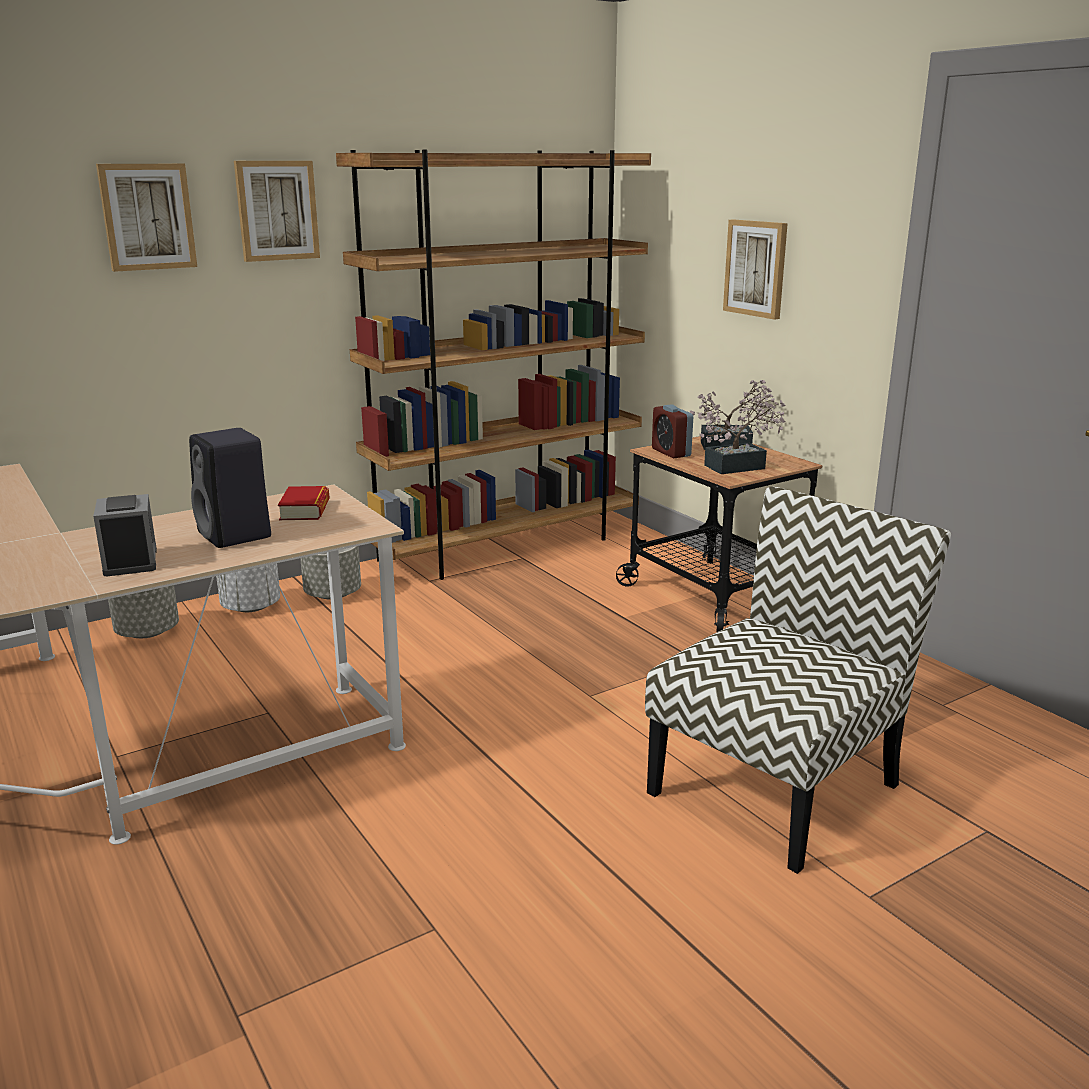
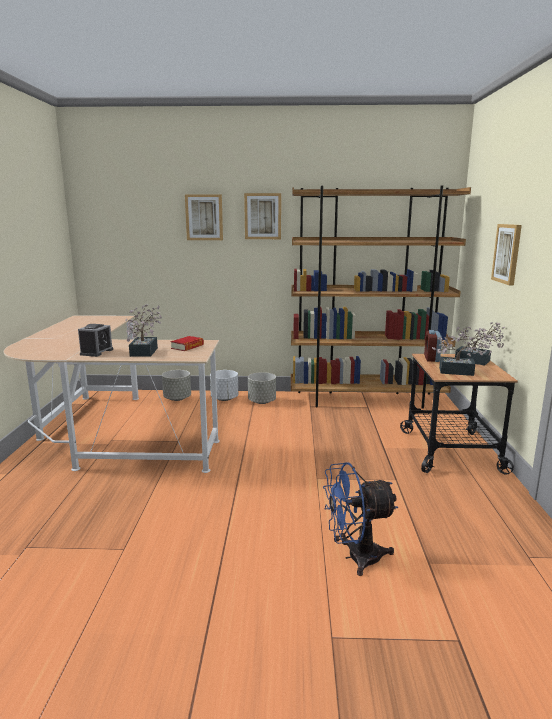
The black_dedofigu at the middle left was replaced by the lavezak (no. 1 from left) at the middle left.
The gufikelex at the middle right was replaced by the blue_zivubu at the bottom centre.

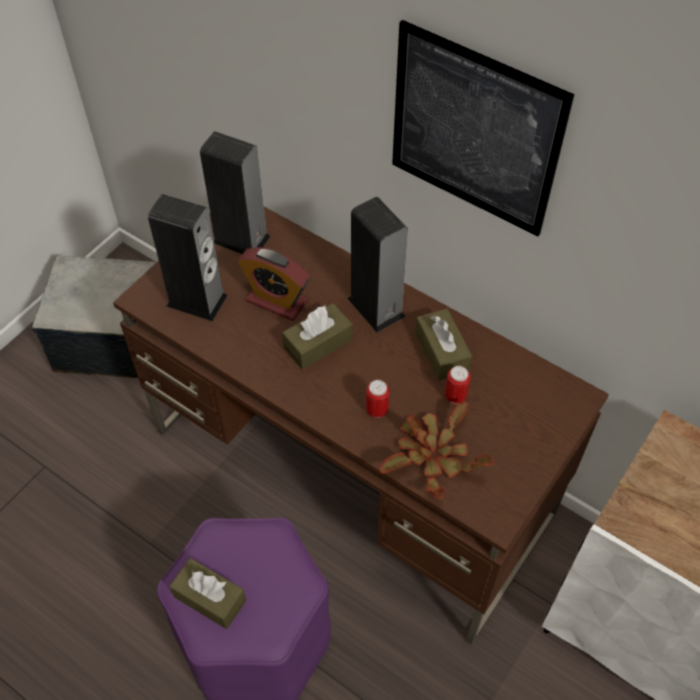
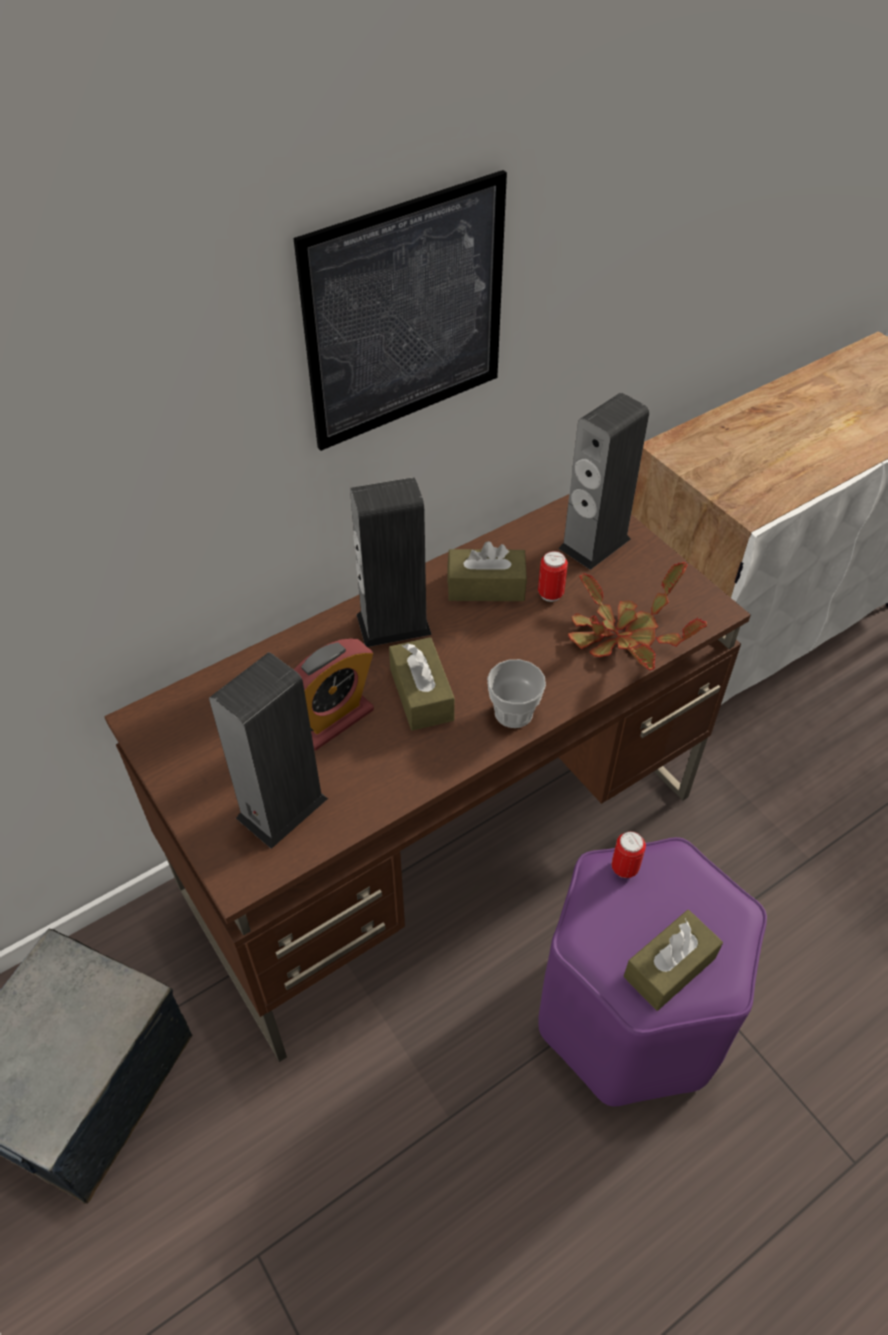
The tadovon at the centre appeared.
The dedofigu (no. 2 from left in the first image) moved from the top centre to the middle right.
The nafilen (no. 1 from left in the first image) moved from the centre to the middle right.

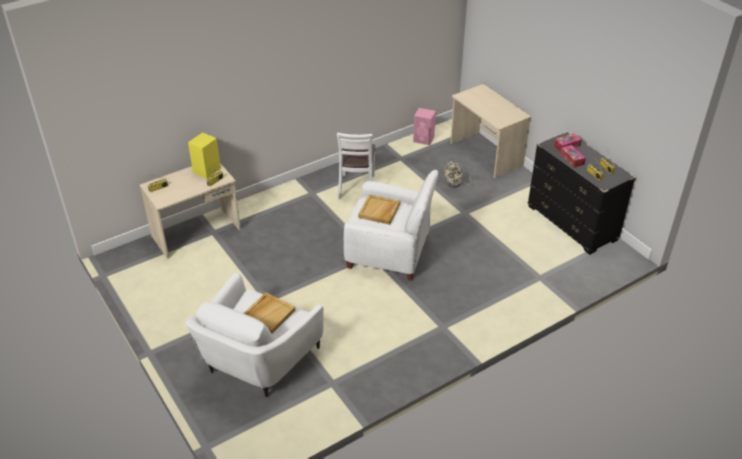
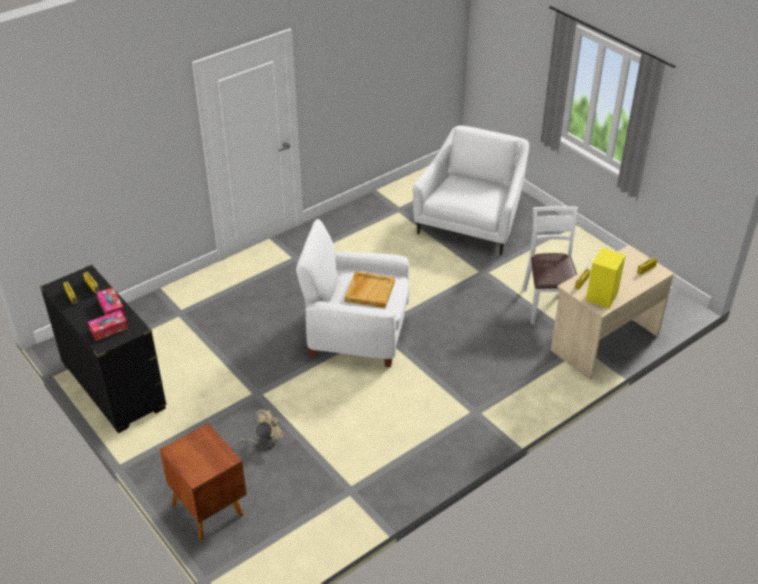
The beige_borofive (no. 1 from left) at the bottom centre disappeared.
The pink_dedofigu at the top centre disappeared.
The white_gufikelex moved from the centre to the middle right.
The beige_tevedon (no. 2 from left) at the top centre was replaced by the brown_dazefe at the bottom left.

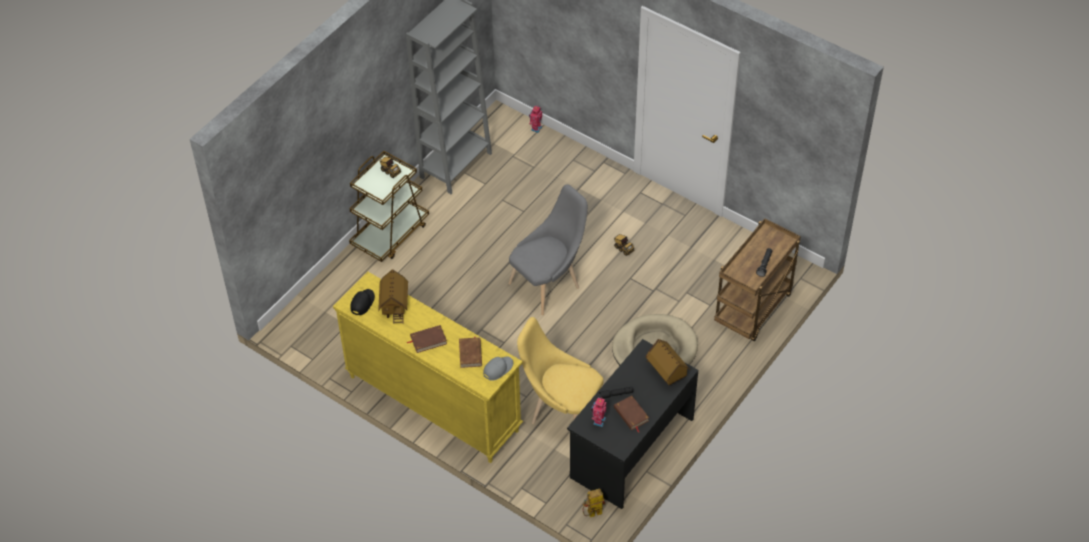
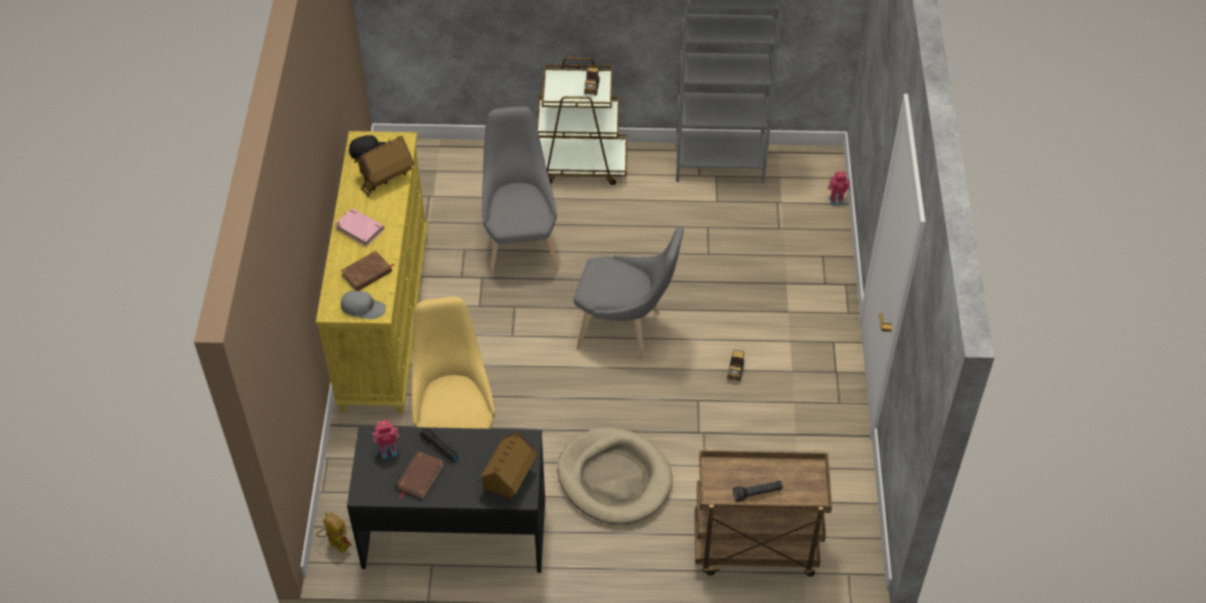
The grey_gufikelex (no. 1 from left) at the top centre appeared.
The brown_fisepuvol (no. 1 from left) at the centre became the pink_fisepuvol at the middle left.

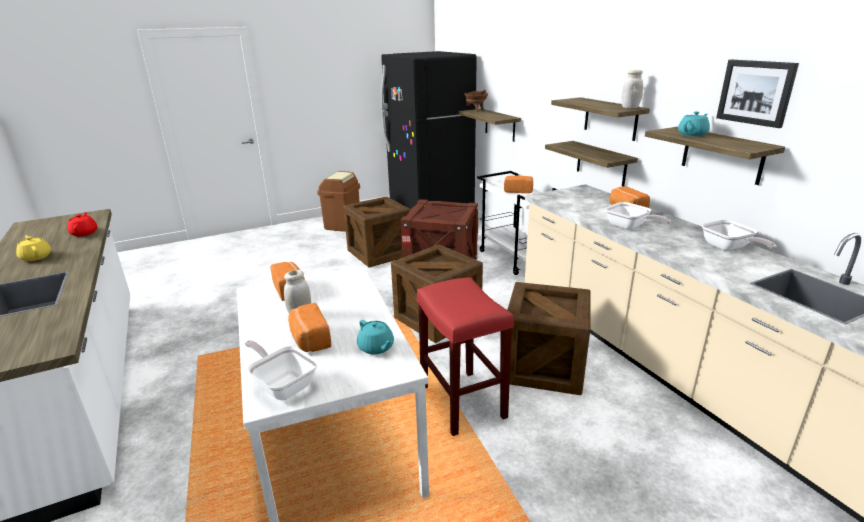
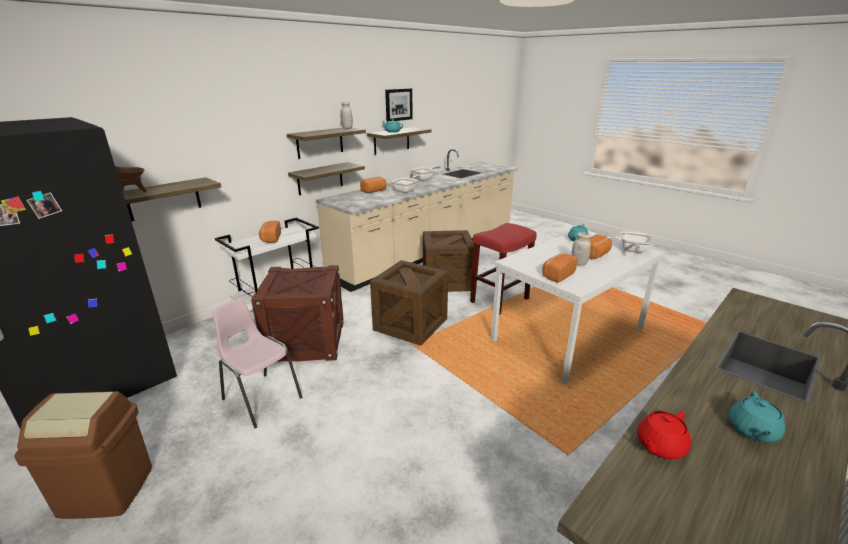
The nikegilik (no. 1 from left) at the centre was replaced by the pink_gufikelex at the bottom left.
The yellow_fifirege at the middle left became the turquoise_fifirege (no. 3 from left) at the bottom right.

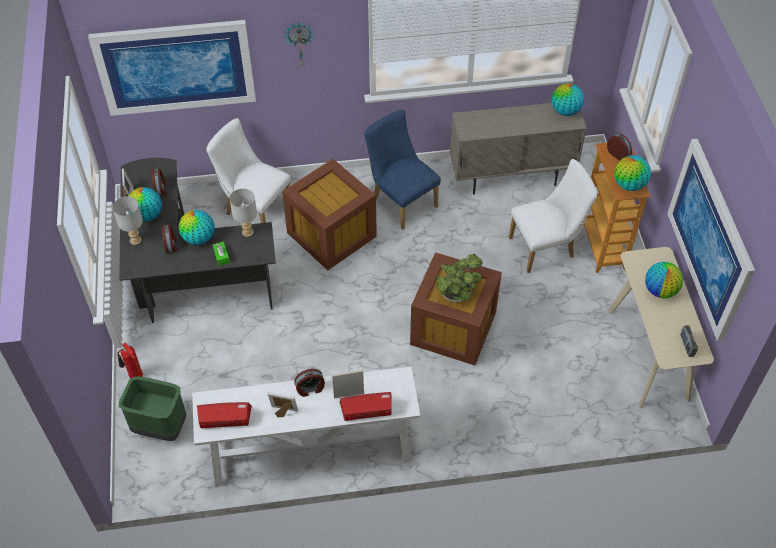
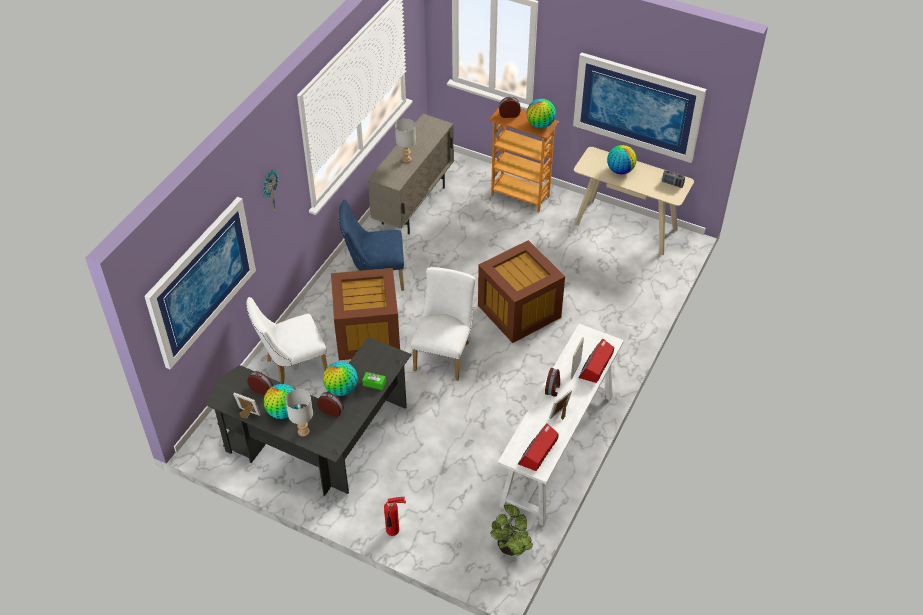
The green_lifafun at the bottom left disappeared.
The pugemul (no. 3 from left) at the top right disappeared.
The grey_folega (no. 2 from left) moved from the middle left to the top centre.
The lavezak moved from the centre to the bottom centre.
The white_gufikelex (no. 2 from left) moved from the middle right to the centre.

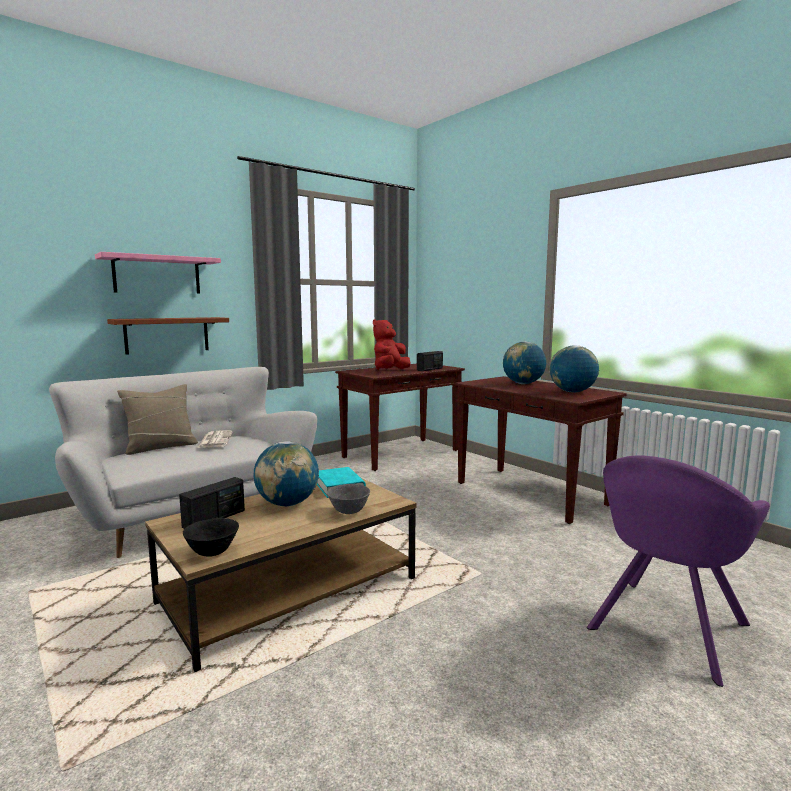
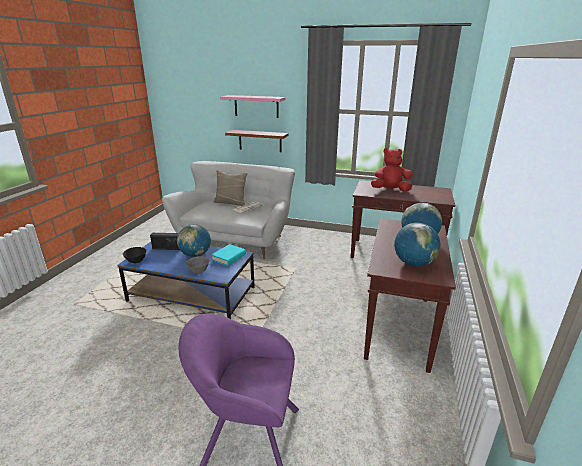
The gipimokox (no. 2 from left) at the centre disappeared.
The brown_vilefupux at the bottom centre became the blue_vilefupux at the middle left.

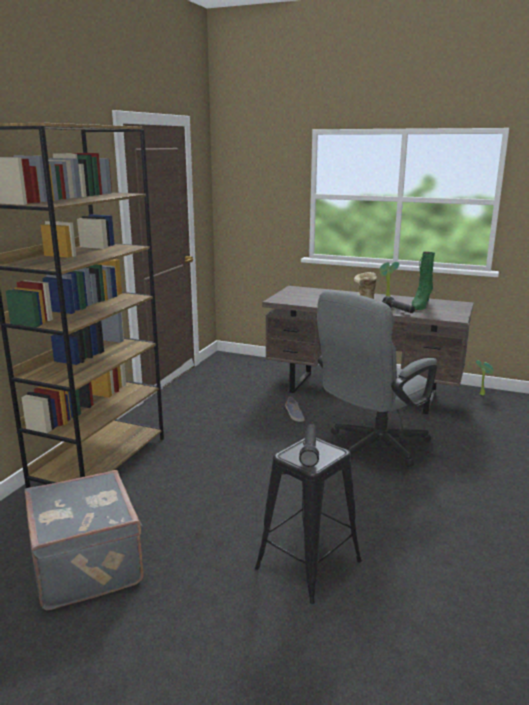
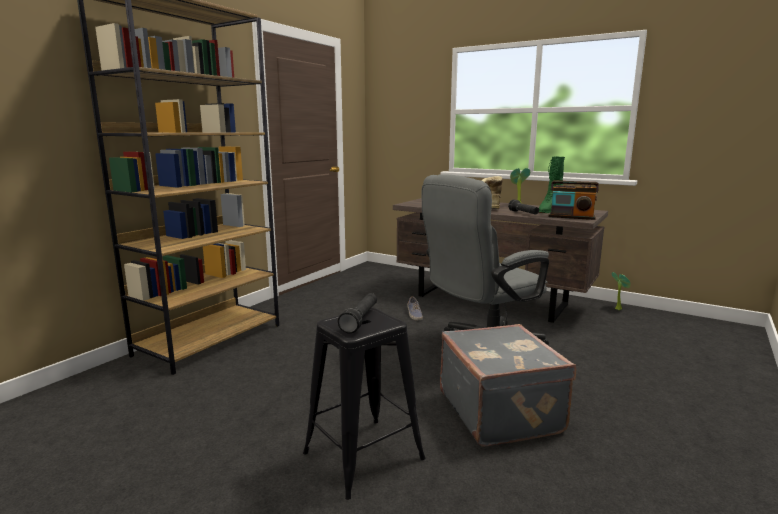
The gipimokox at the middle right appeared.
The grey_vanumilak moved from the bottom left to the bottom centre.

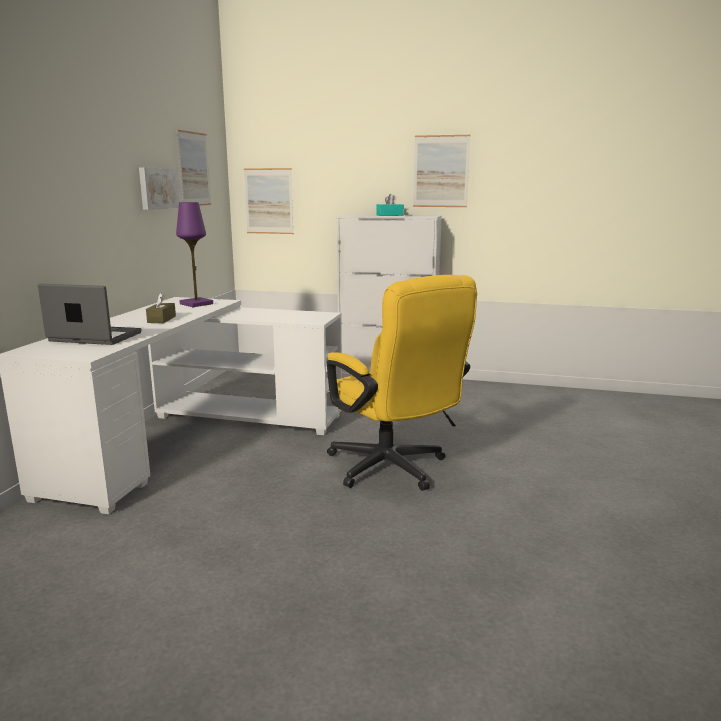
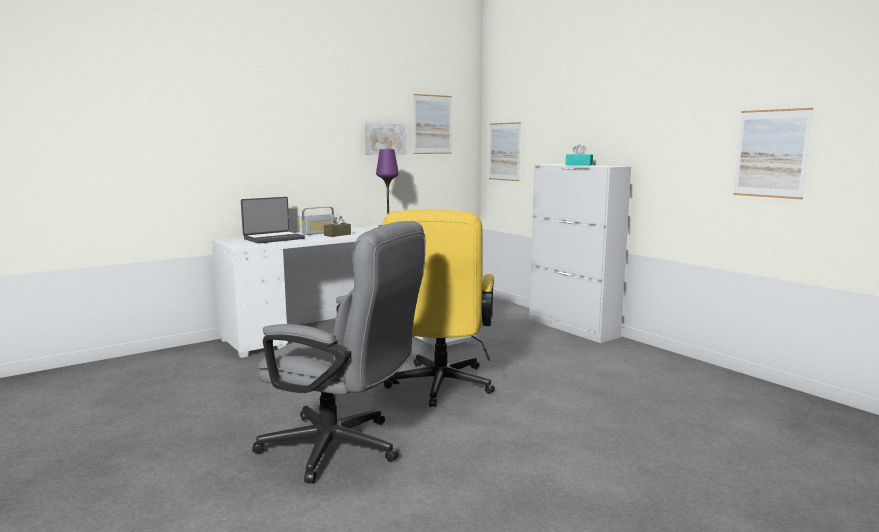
The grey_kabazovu at the centre appeared.
The gipimokox at the centre appeared.
The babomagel (no. 4 from left) moved from the top centre to the top right.
The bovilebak at the middle left turned 90 degrees clockwise.

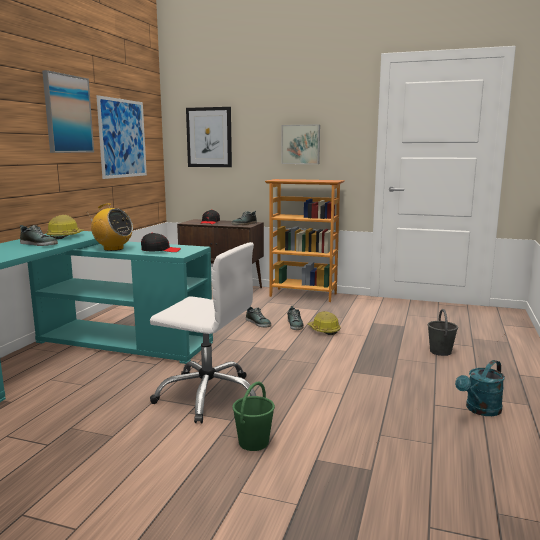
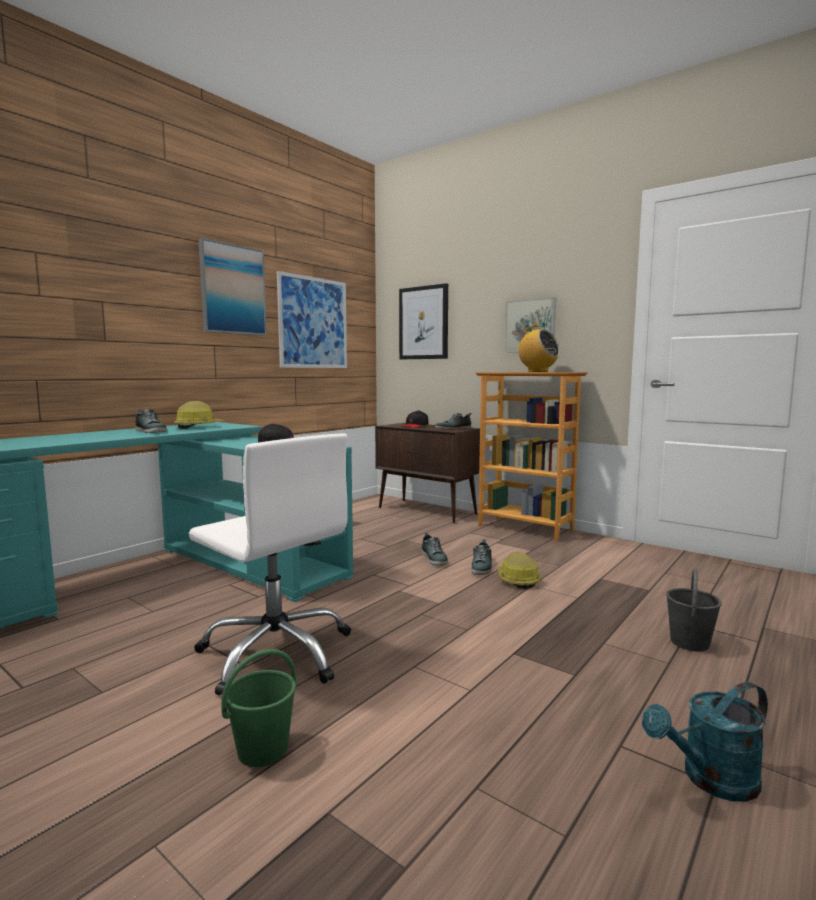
The gipimokox moved from the middle left to the centre.

